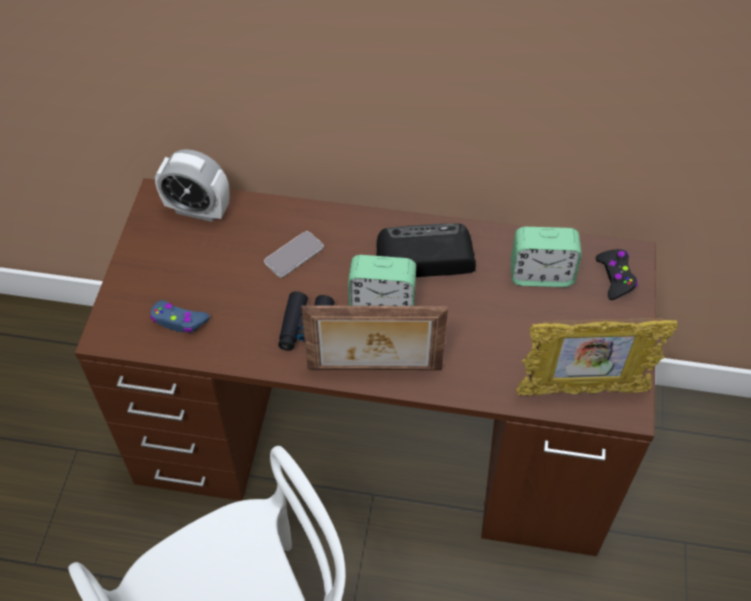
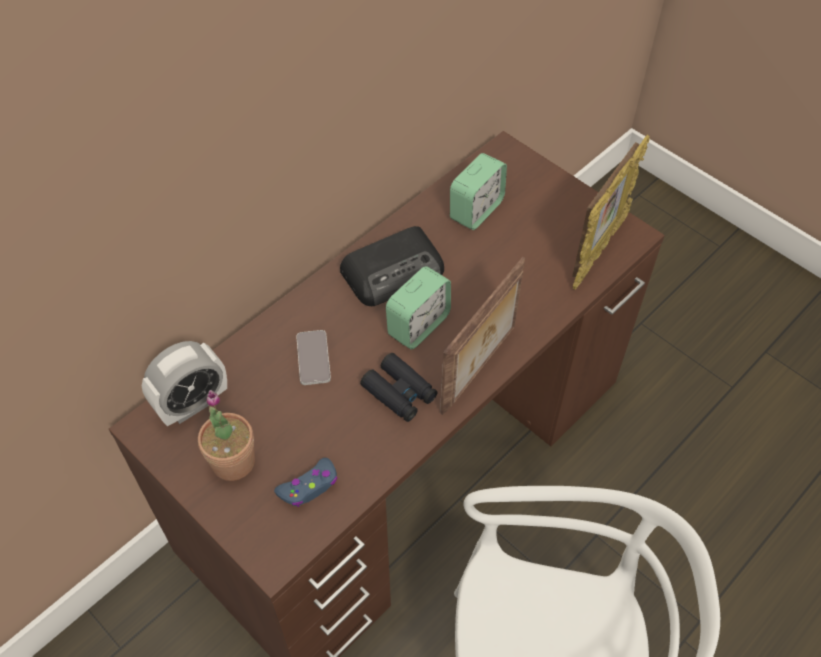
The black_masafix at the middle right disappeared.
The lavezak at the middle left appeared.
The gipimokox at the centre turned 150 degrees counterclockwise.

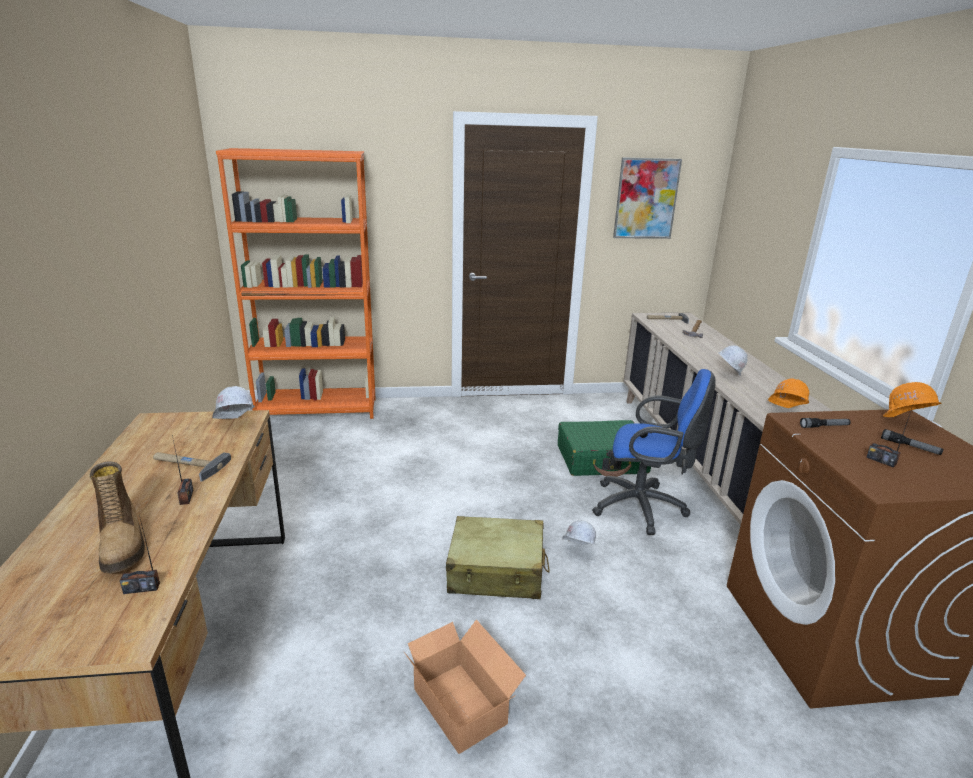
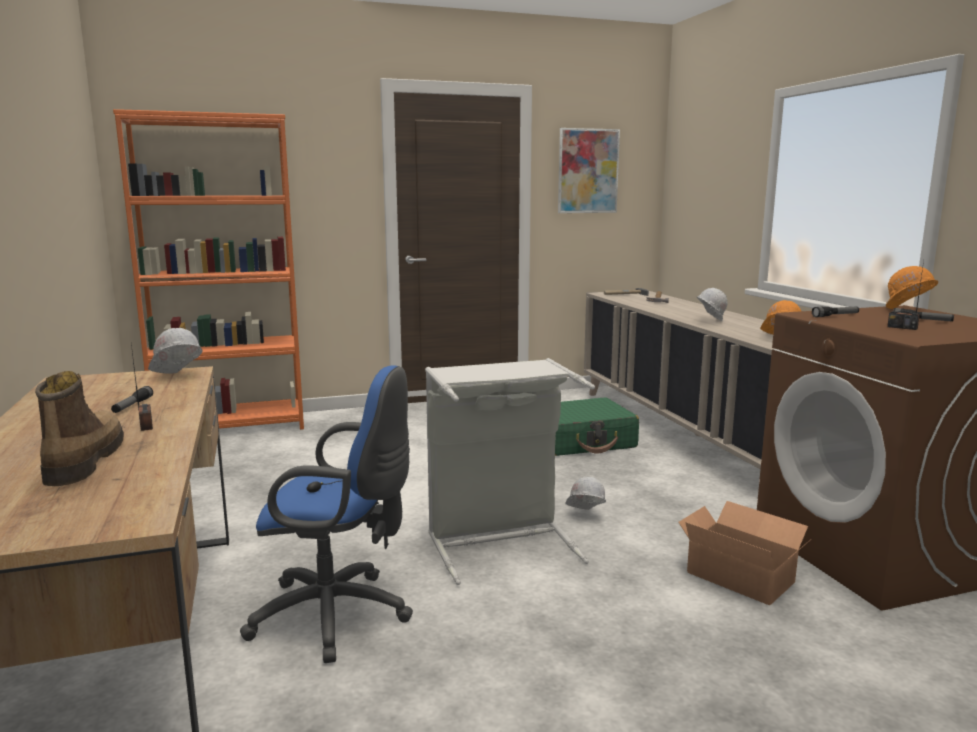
The gipimokox (no. 1 from left) at the bottom left disappeared.
The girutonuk moved from the bottom centre to the bottom right.
The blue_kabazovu moved from the middle right to the bottom centre.
The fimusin (no. 1 from left) at the middle left was replaced by the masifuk (no. 1 from left) at the middle left.
The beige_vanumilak at the bottom centre was replaced by the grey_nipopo at the centre.
The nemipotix at the middle left turned 150 degrees counterclockwise.

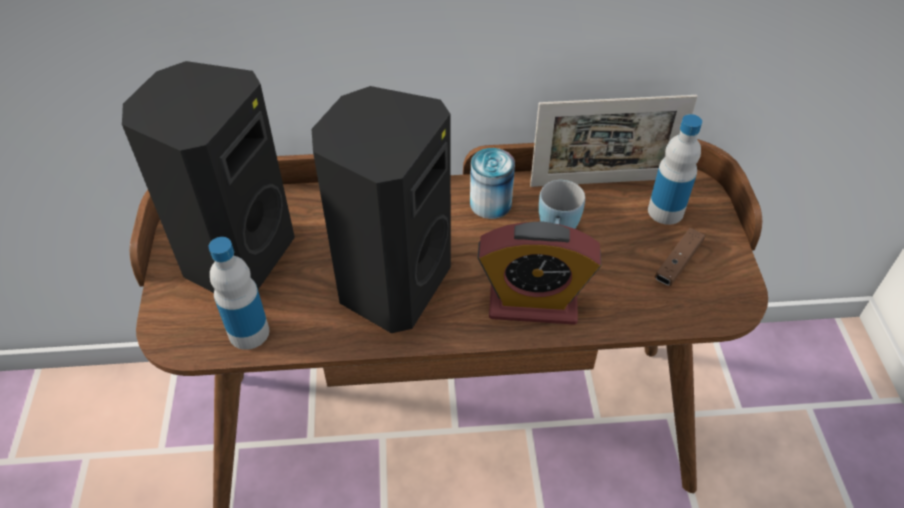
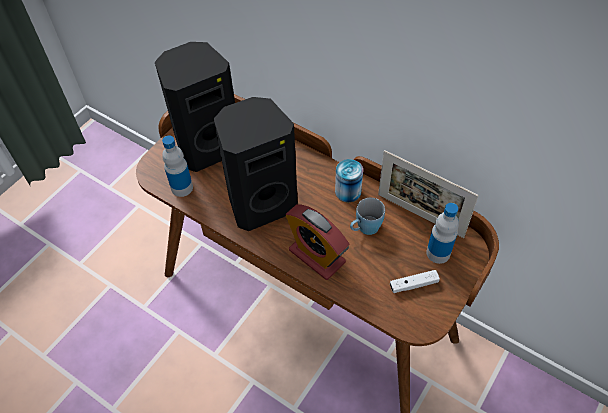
The brown_masafix at the middle right became the white_masafix at the bottom right.

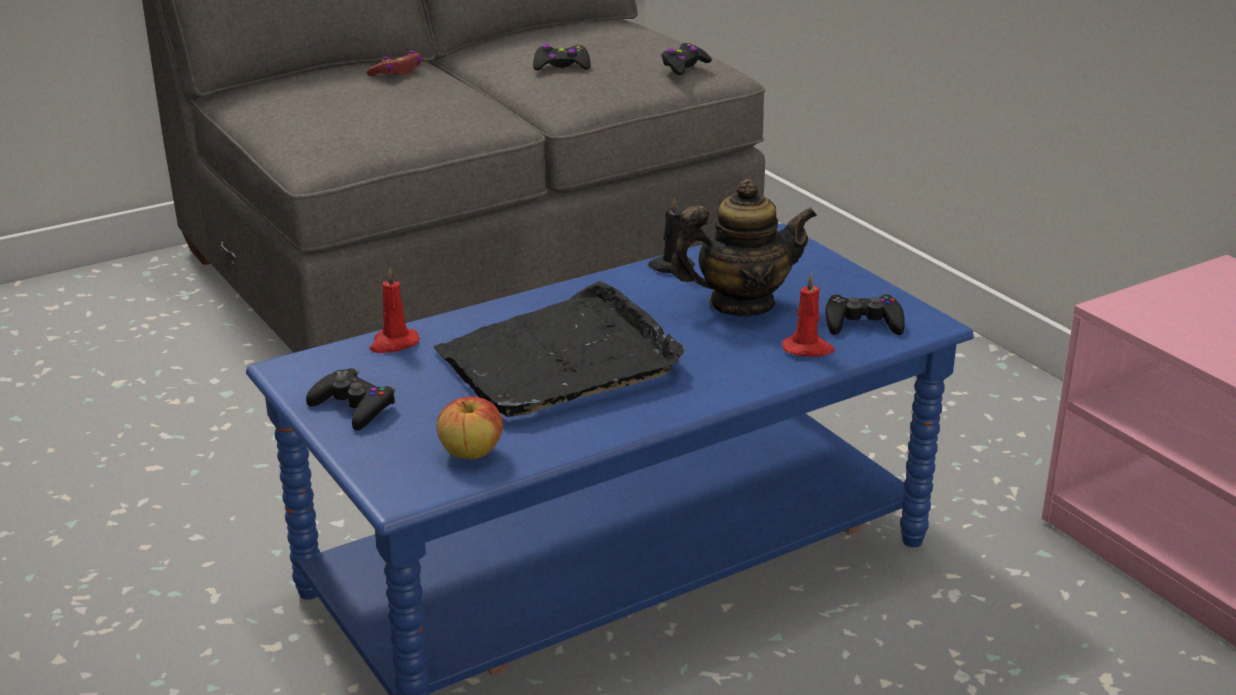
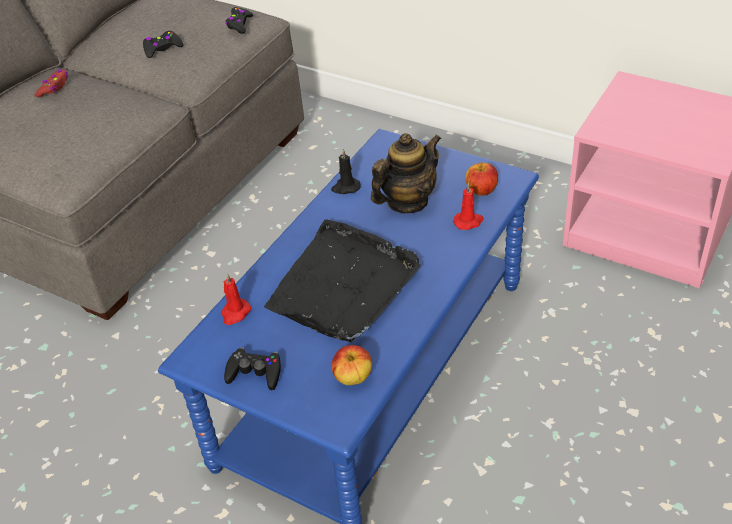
The black_masafix (no. 4 from left) at the middle right was replaced by the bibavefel (no. 2 from left) at the centre.

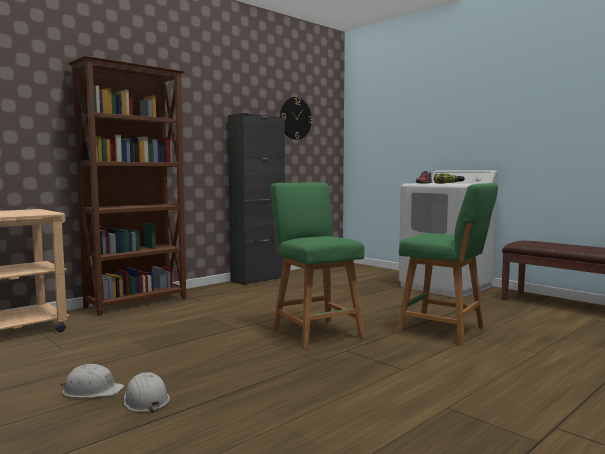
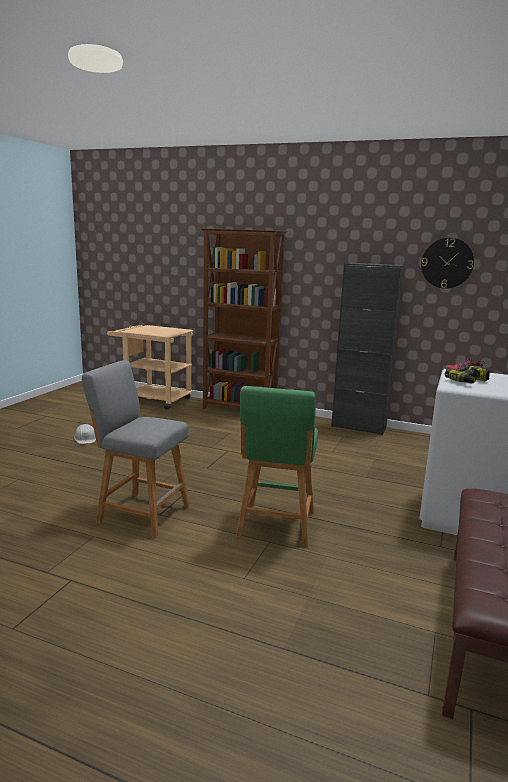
The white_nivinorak (no. 2 from left) at the bottom left disappeared.
The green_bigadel (no. 1 from left) at the centre disappeared.
The grey_bigadel at the middle left appeared.

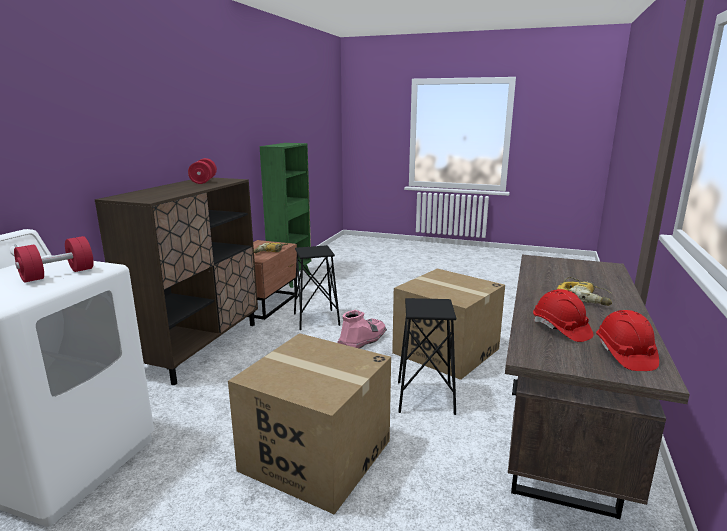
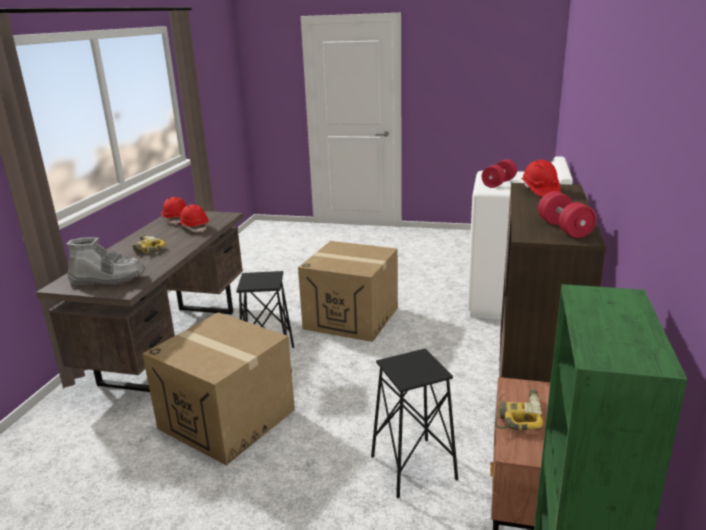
The pink_nemipotix at the centre disappeared.
The grey_nemipotix at the middle left appeared.
The red_nivinorak (no. 3 from left) at the middle right appeared.

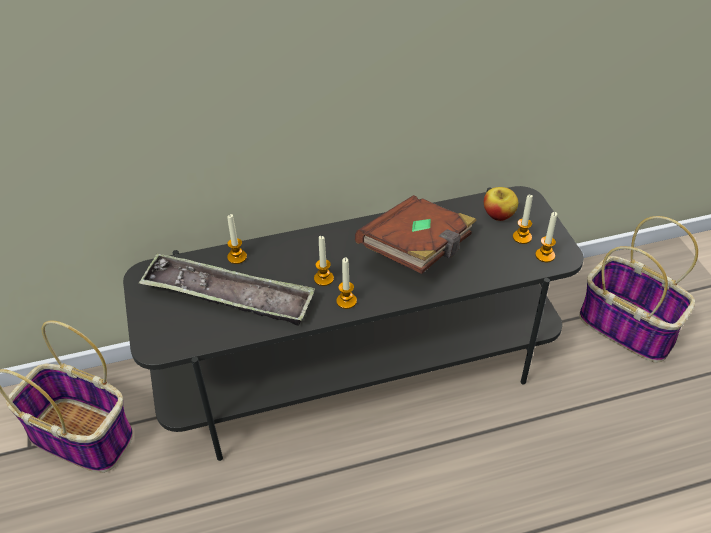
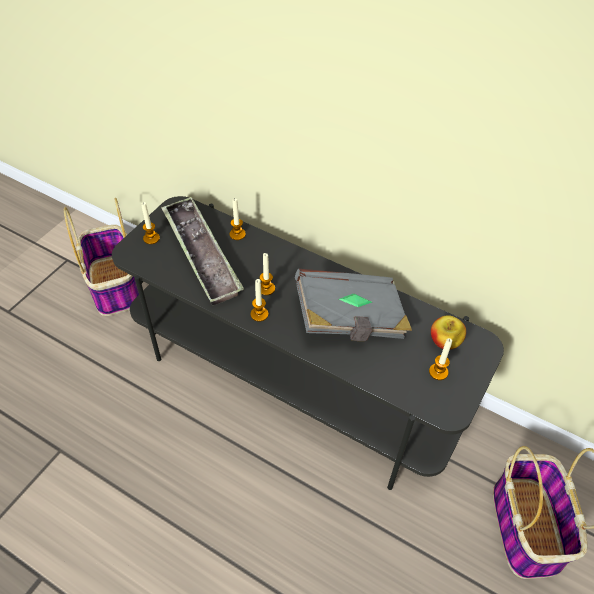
The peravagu (no. 5 from left in the first image) moved from the middle right to the middle left.
The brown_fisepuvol at the centre became the grey_fisepuvol at the centre.

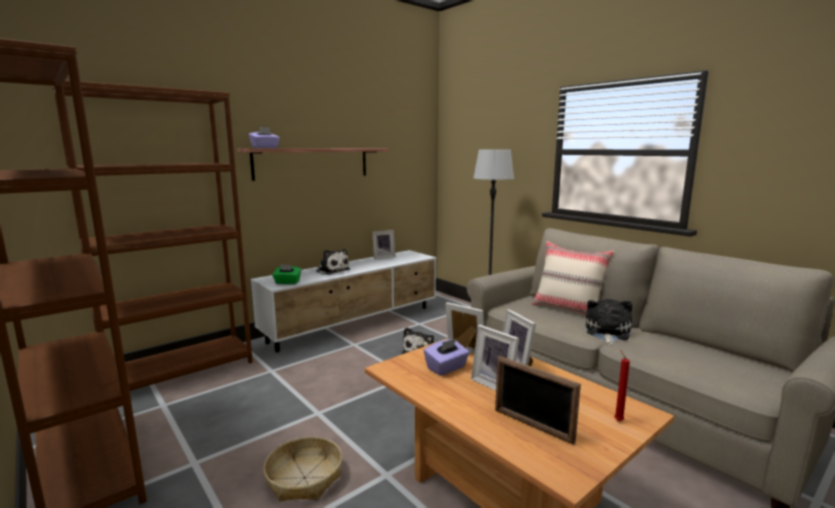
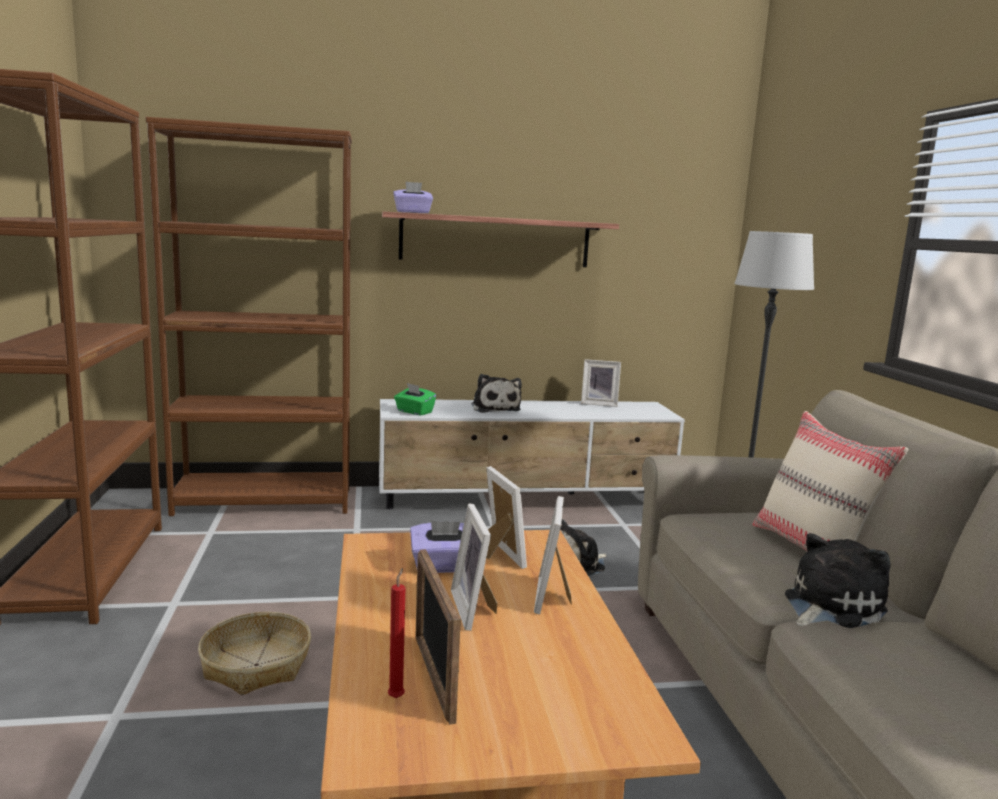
The red_peravagu moved from the bottom right to the bottom centre.

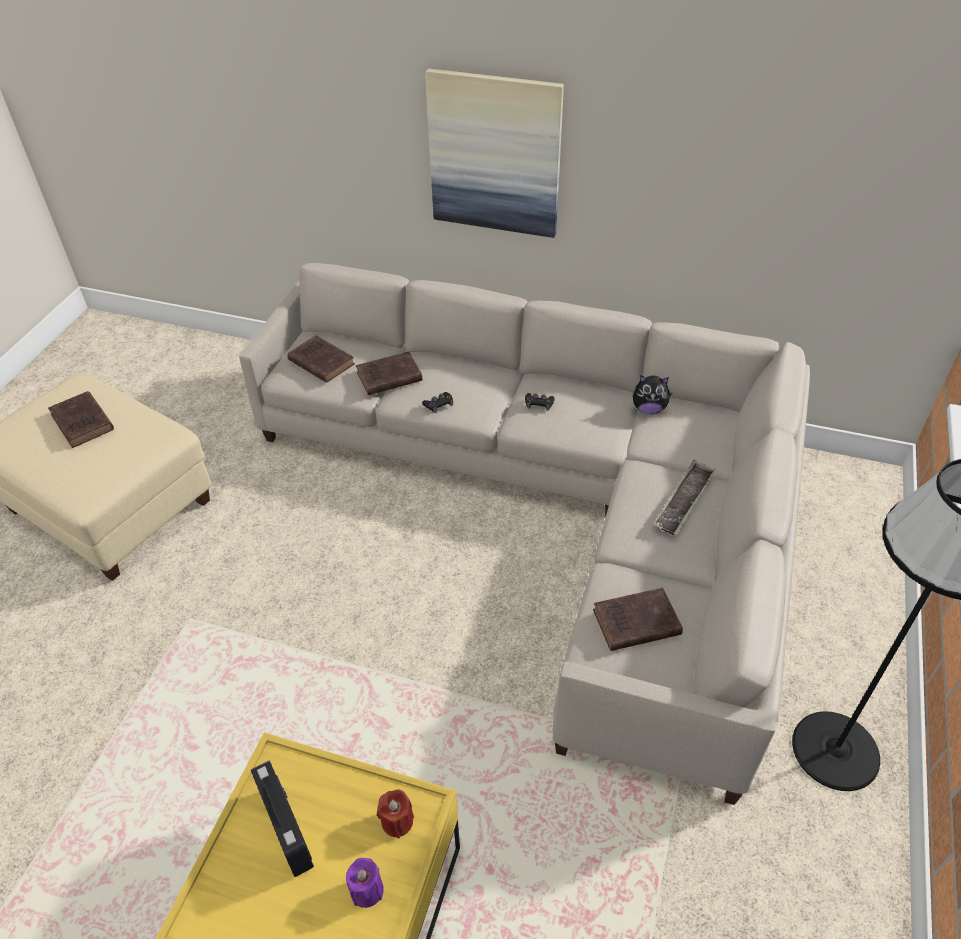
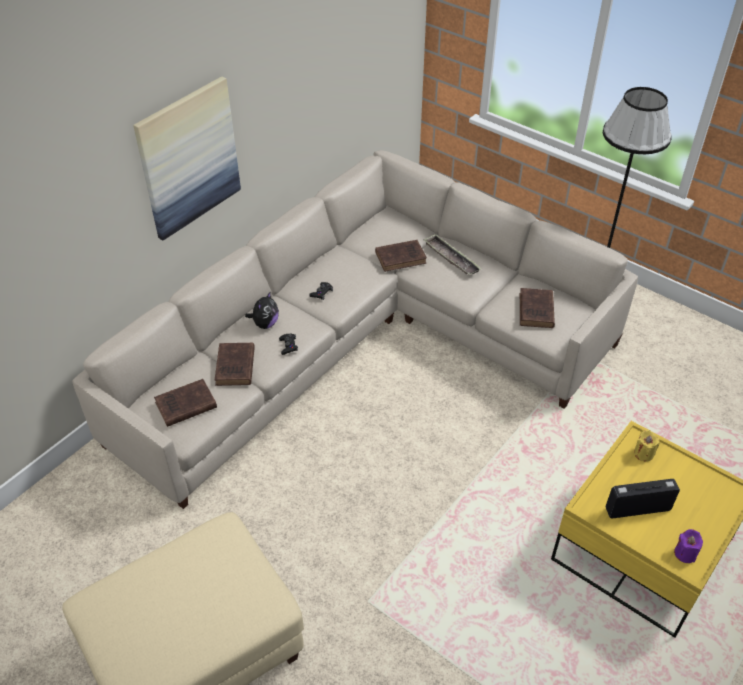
The brown_fisepuvol (no. 1 from left in the first image) moved from the middle left to the centre.
The purple_peravagu moved from the bottom centre to the bottom right.
The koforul moved from the middle right to the centre.
The red_peravagu at the bottom centre became the yellow_peravagu at the middle right.

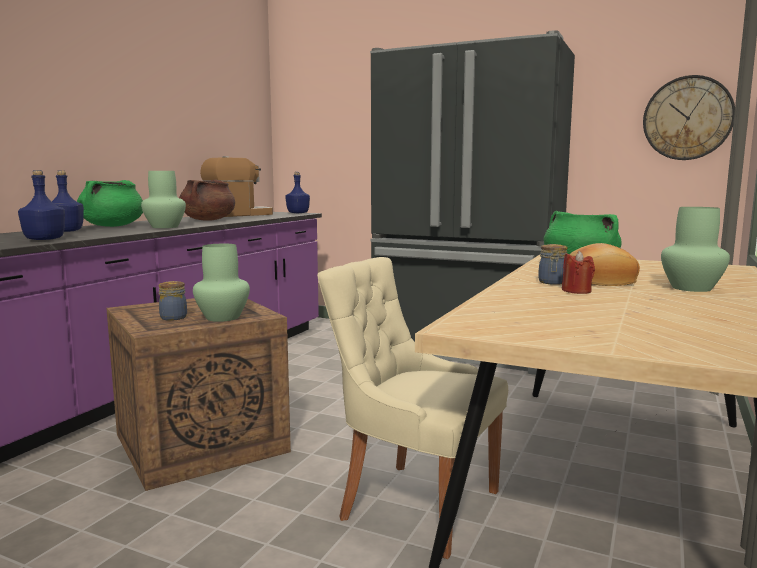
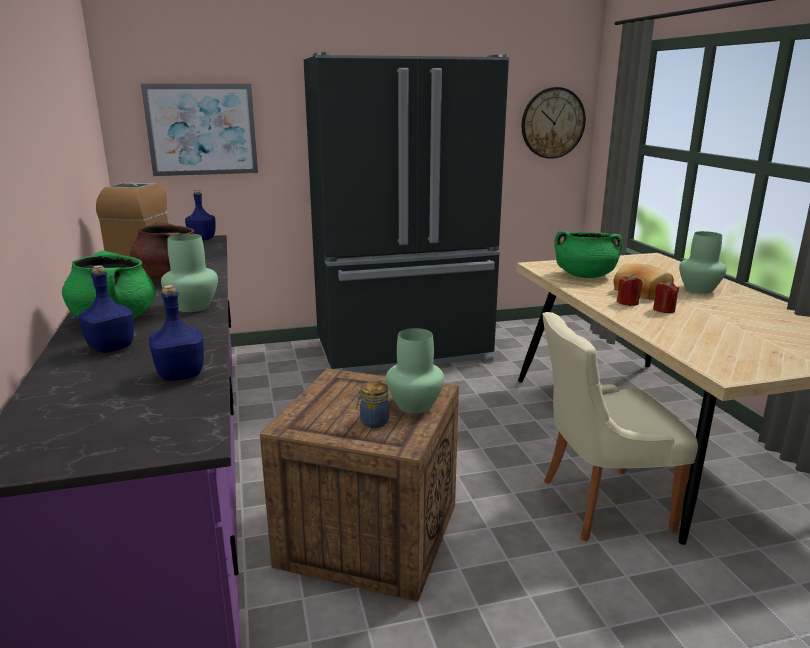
The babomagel at the top left appeared.
The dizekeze (no. 2 from left) at the middle right was replaced by the red_peravagu (no. 1 from left) at the middle right.

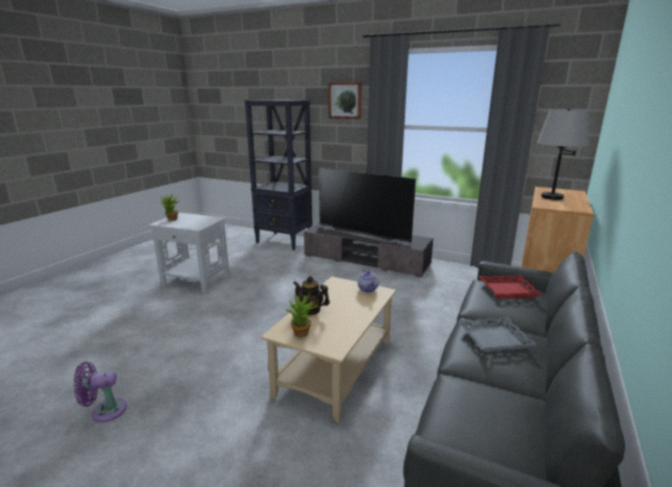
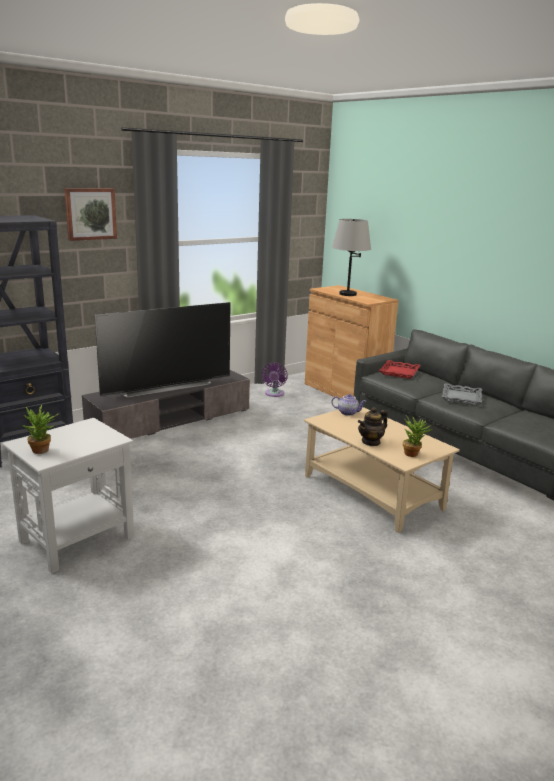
The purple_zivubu moved from the bottom left to the centre.

